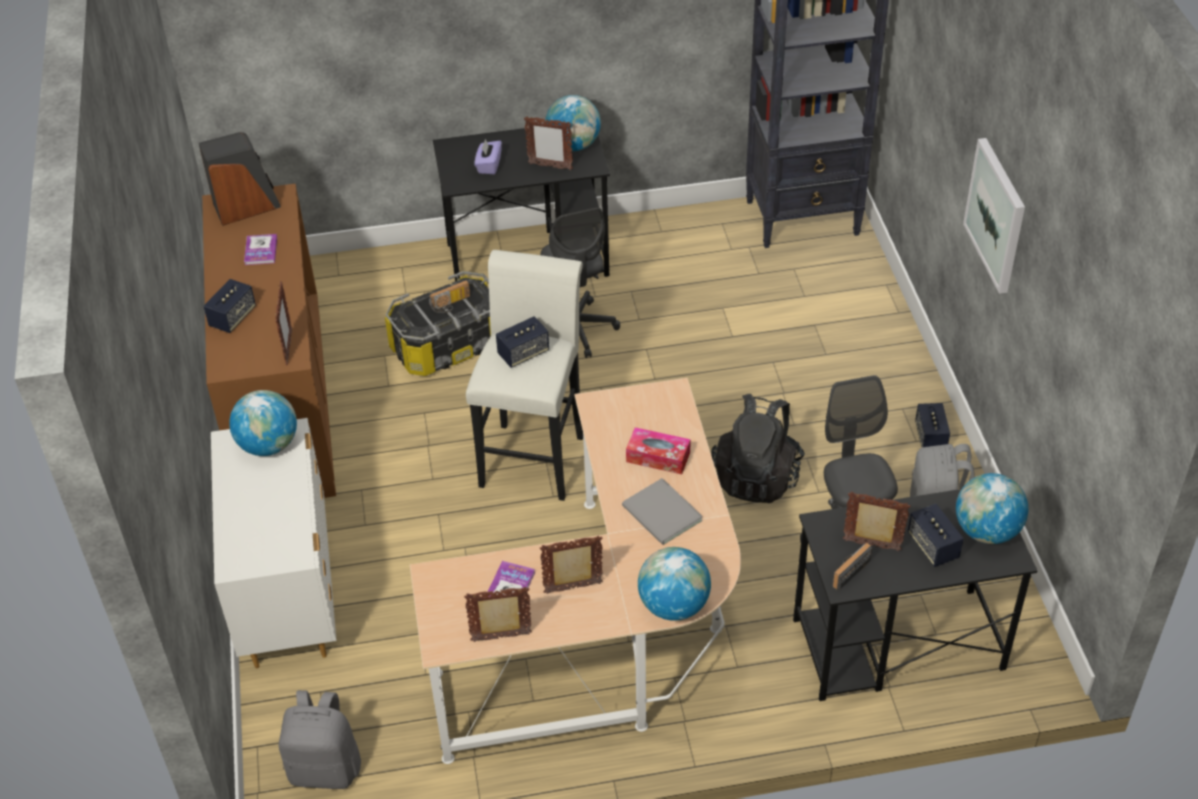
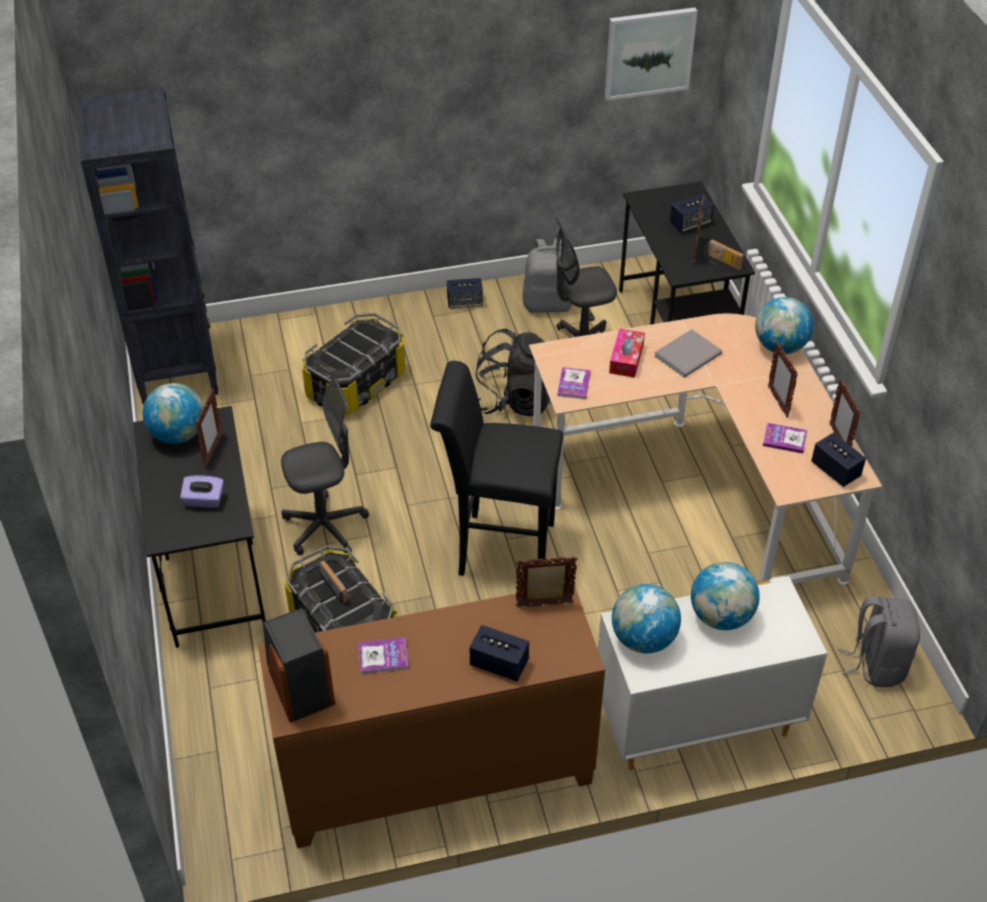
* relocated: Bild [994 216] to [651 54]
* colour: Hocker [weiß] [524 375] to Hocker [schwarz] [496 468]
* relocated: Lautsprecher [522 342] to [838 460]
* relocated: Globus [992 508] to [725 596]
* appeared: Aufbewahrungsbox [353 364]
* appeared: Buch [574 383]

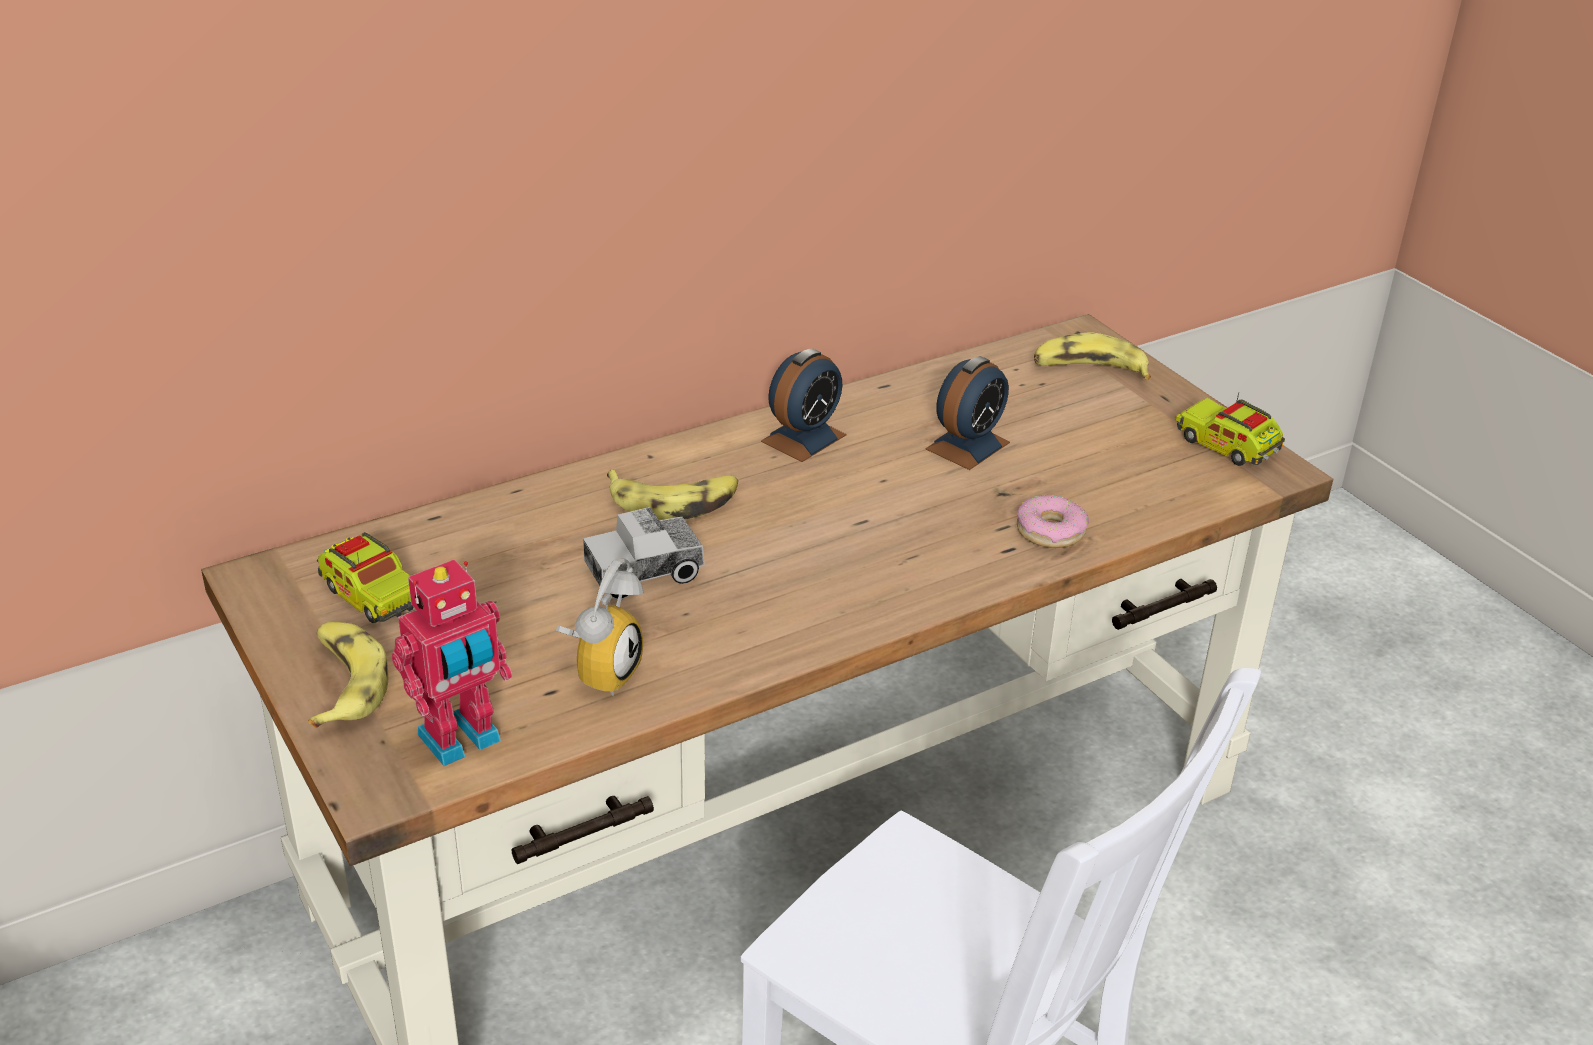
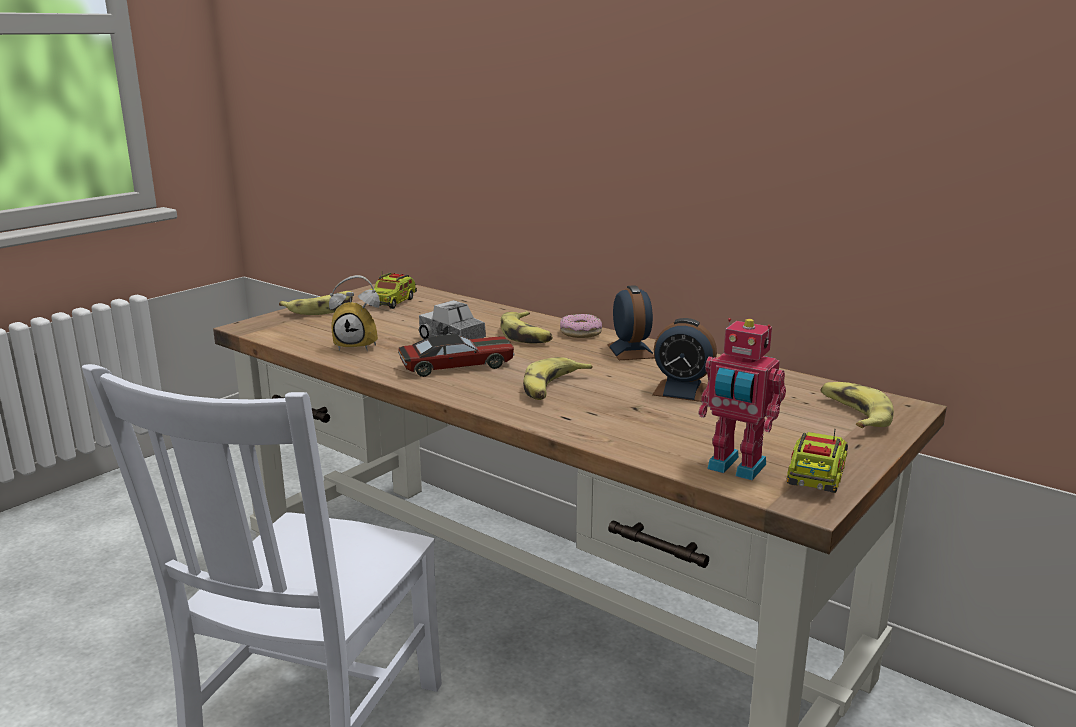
* spun: Wecker [803 405] = [630 322] 120 degrees counterclockwise
* relocated: Donut [1053 521] to [581 326]
* relocated: Spielzeugroboter [452 663] to [742 399]
* appeared: Spielzeugauto [456 355]
* appeared: Banane [558 378]

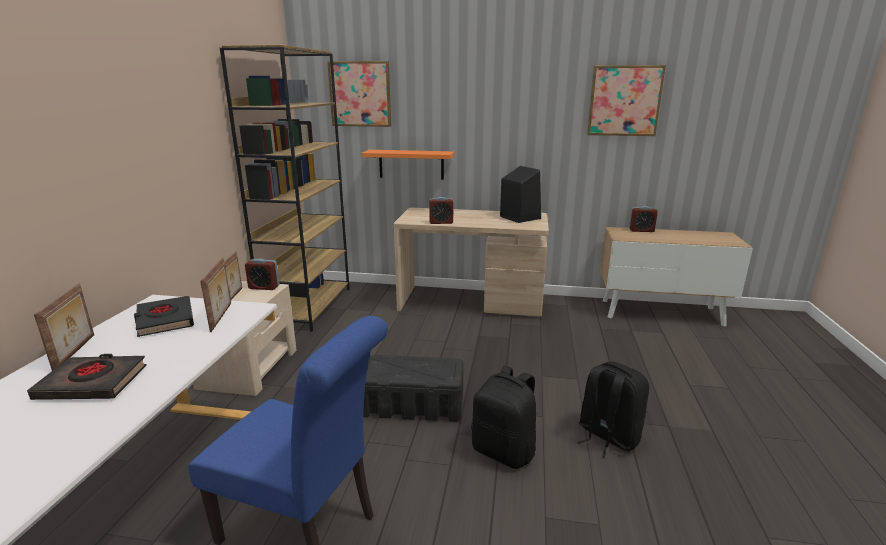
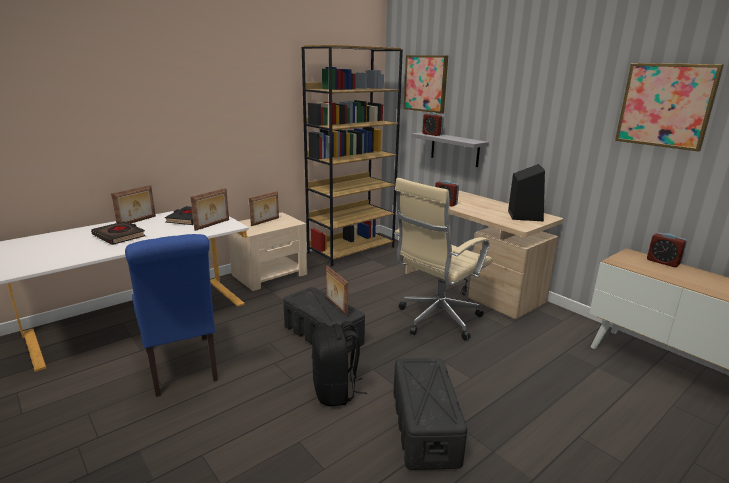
* colour: Wandregal [orange] [407 165] to Wandregal [grau] [450 149]
* relocated: Wecker [262 274] to [433 124]
* exchanged: Rucksack [schwarz] [613 409] to Aufbewahrungsbox [schwarz] [430 414]
* appeared: Bürostuhl [beige] [443 259]
* appeared: Bilderrahmen [337 290]

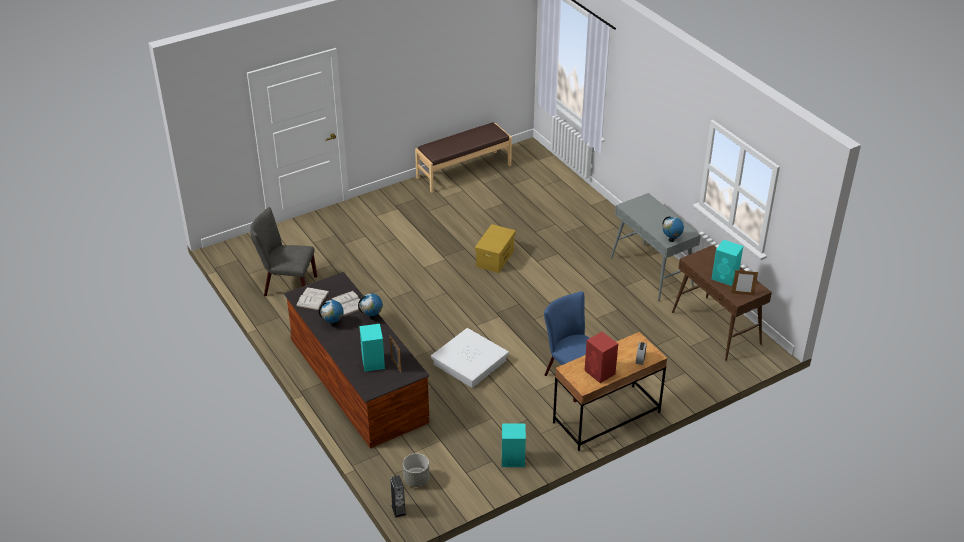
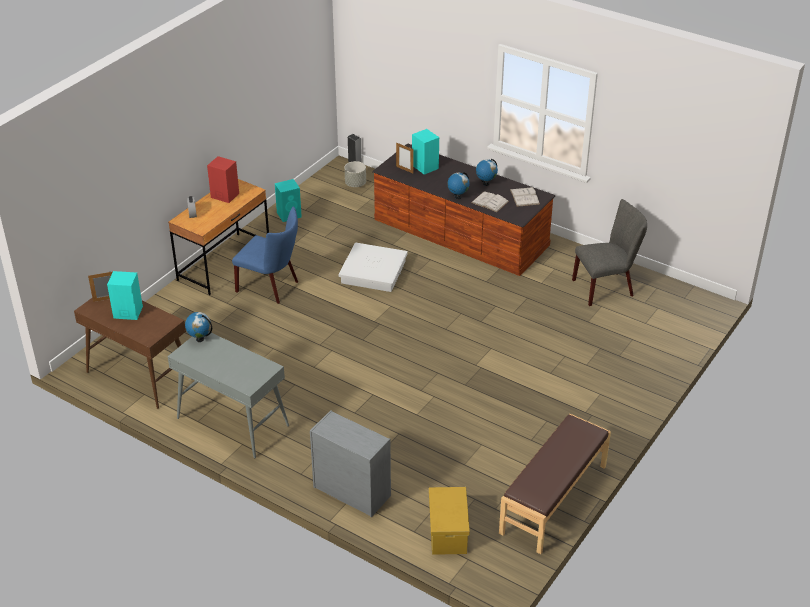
* relocated: Aufbewahrungsbox [gelb] [495 248] to [449 521]
* appeared: Kommode [grau] [350 463]

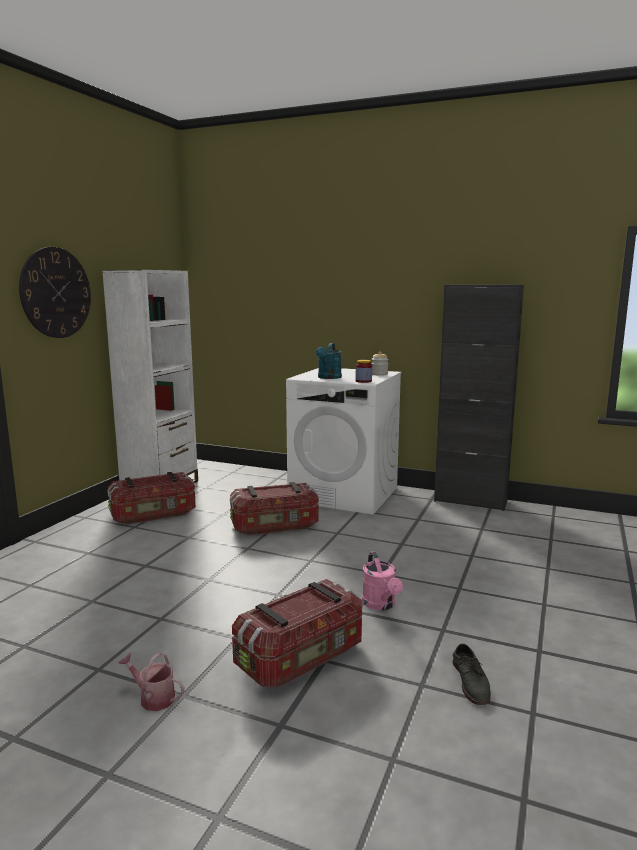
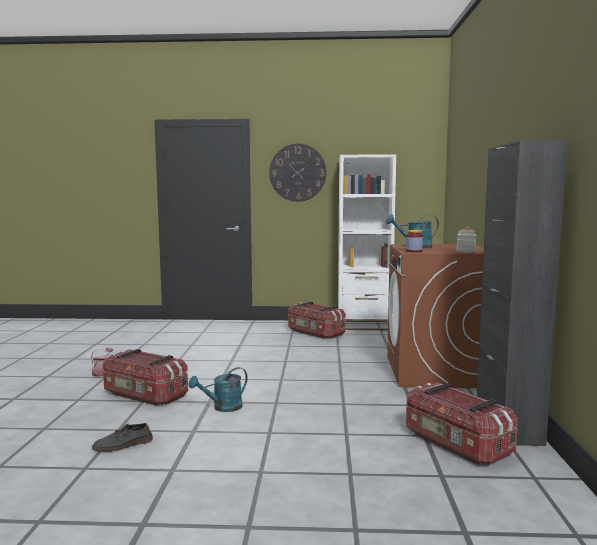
* colour: Waschmaschine [weiß] [344 441] to Waschmaschine [braun] [435 316]
* relocated: Aufbewahrungsbox [274 508] to [462 423]
* colour: Gießkanne [rosa] [382 581] to Gießkanne [türkis] [218 389]

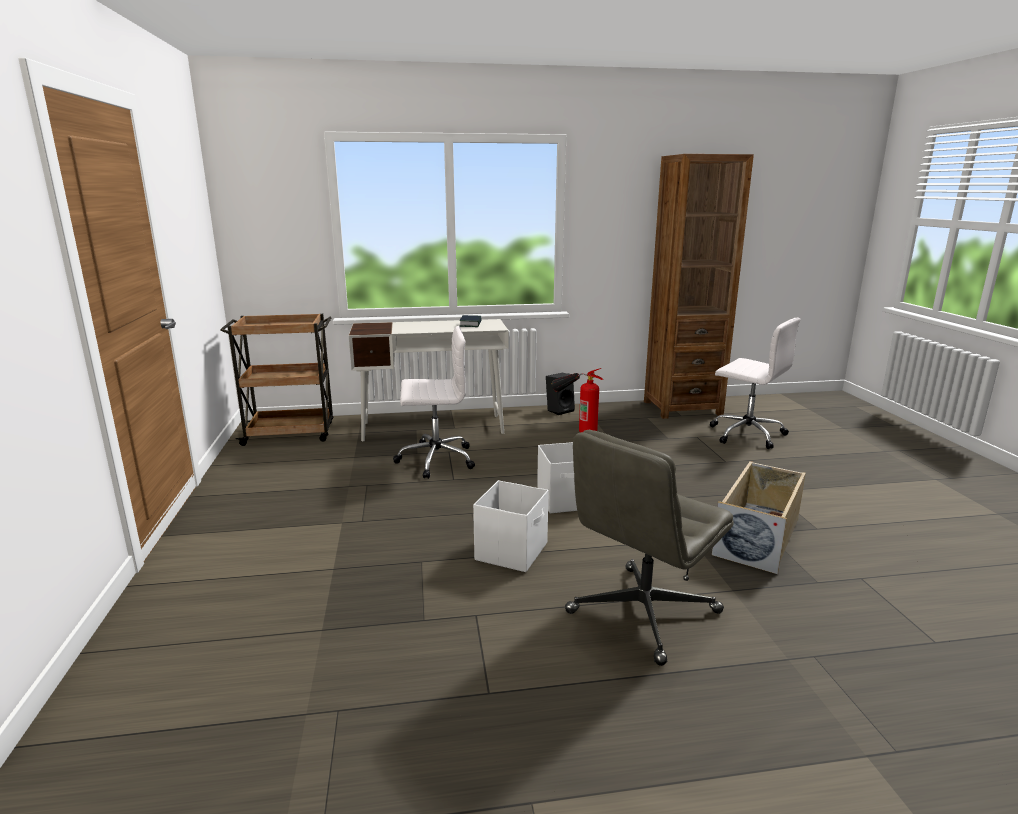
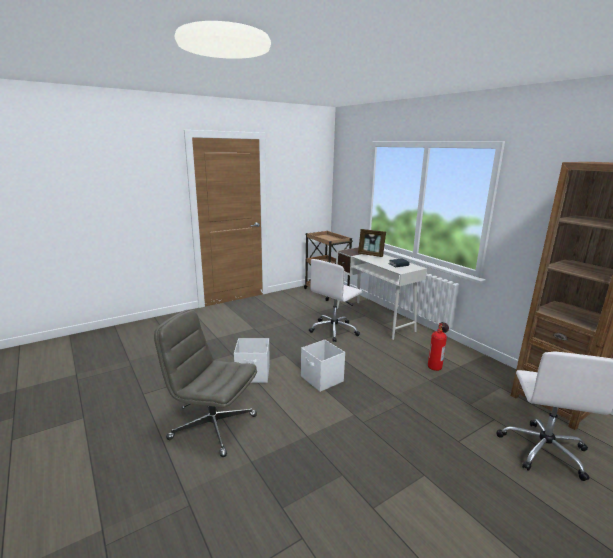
* spun: Bürostuhl [weiß] [434 402] = [335 300] 75 degrees clockwise
* missing: Lautsprecher [schwarz] [560 394]
* missing: Aufbewahrungsbox [beige] [759 517]
* appeared: Bilderrahmen [372 243]

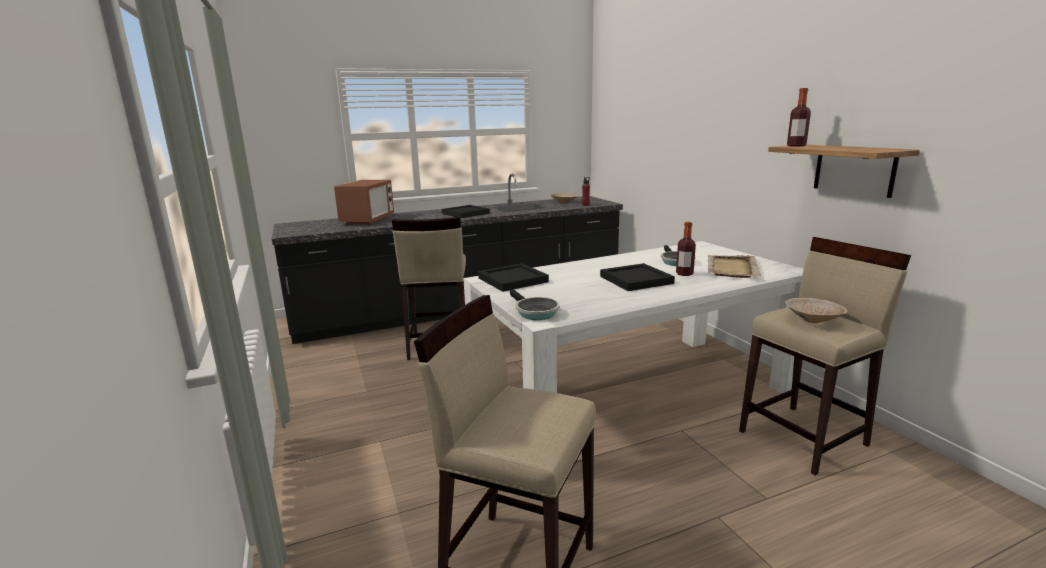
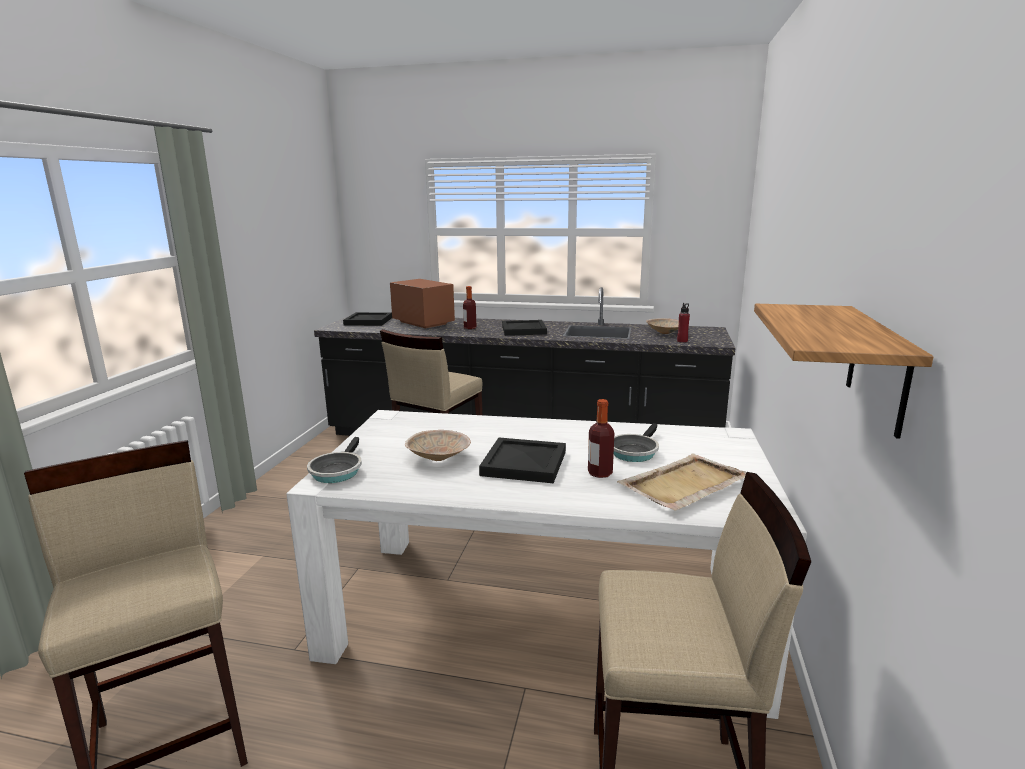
* relocated: Flasche [799 117] to [469 307]
* spun: Mikrowelle [364 202] = [422 303] 90 degrees counterclockwise
* relocated: Tablett [schwarz] [513 277] to [367 319]
* relocated: Schüssel [beige] [816 310] to [438 445]

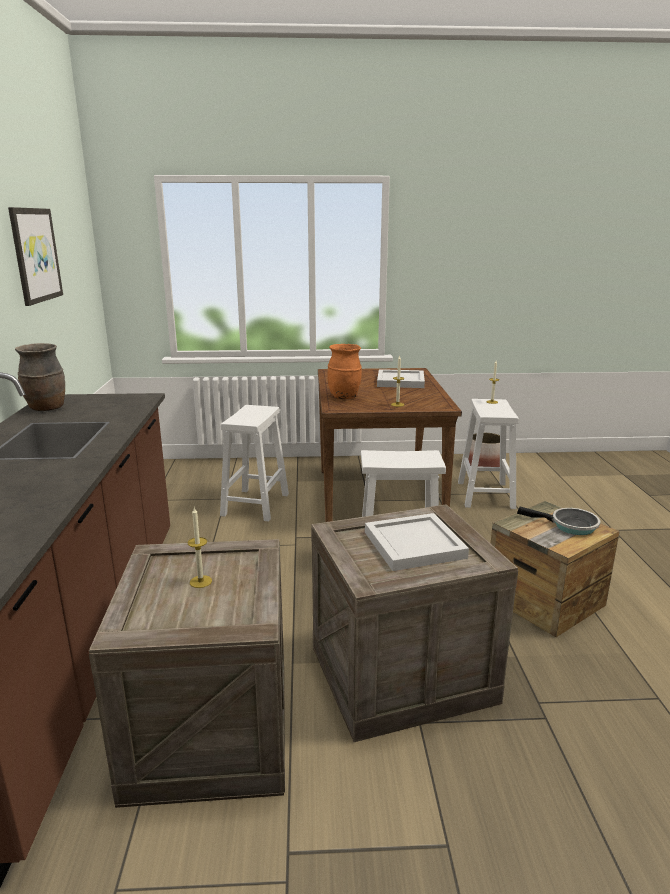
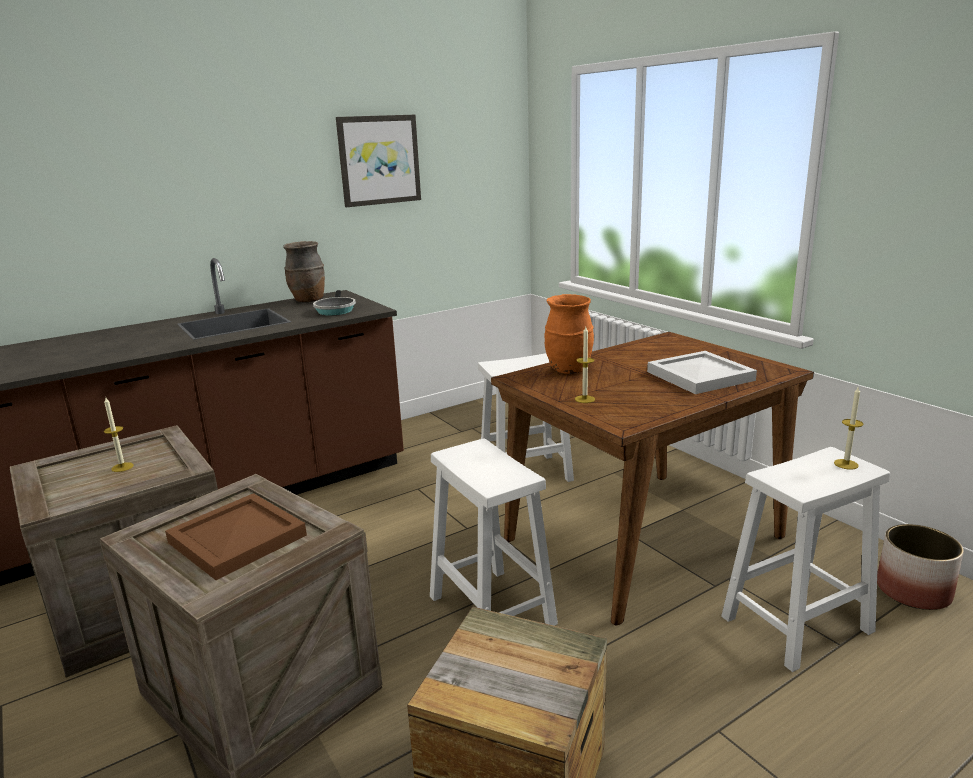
* relocated: Pfanne [558 520] to [334 302]
* colour: Tablett [weiß] [417 542] to Tablett [braun] [236 536]

